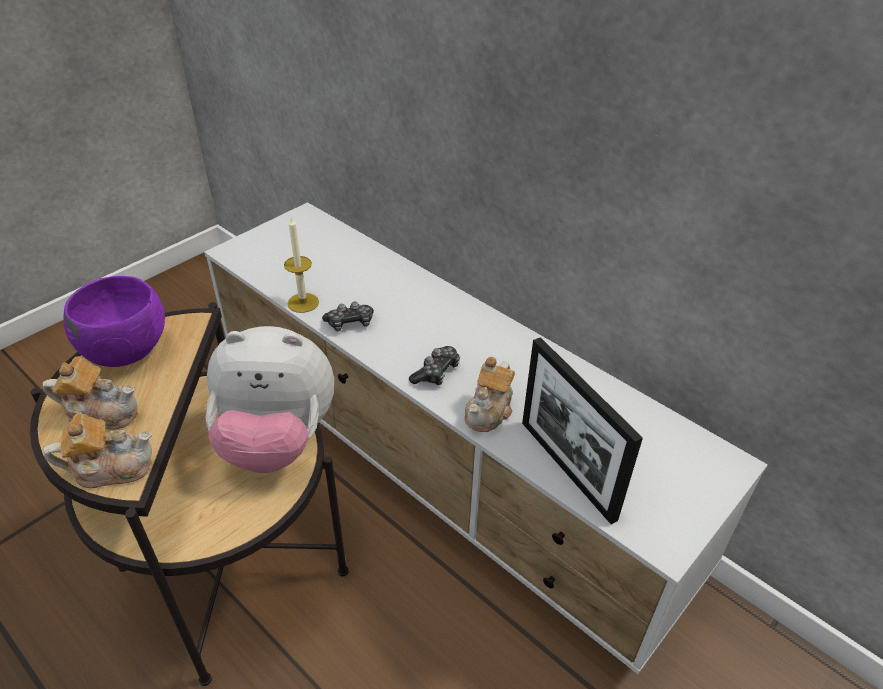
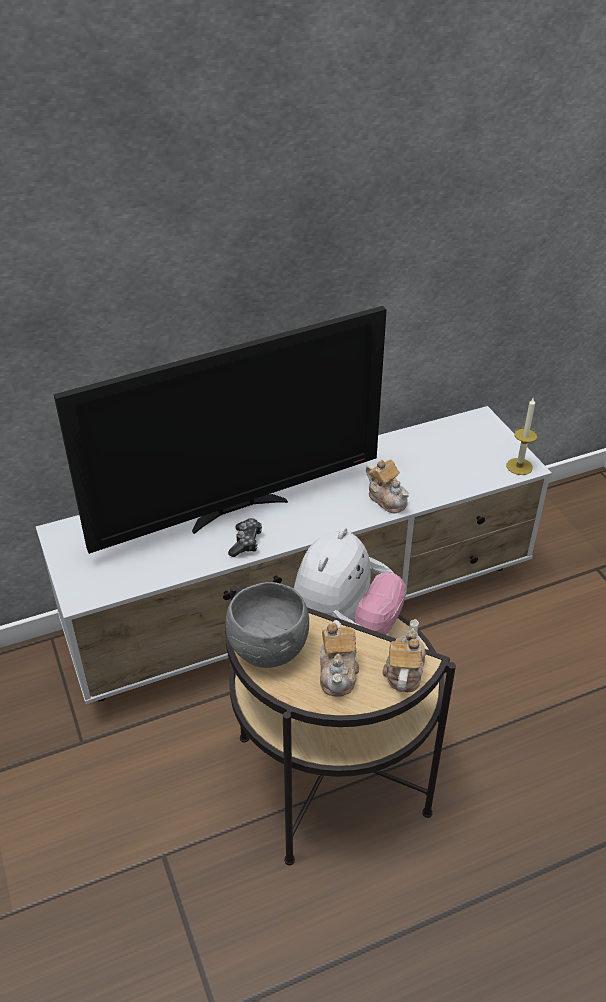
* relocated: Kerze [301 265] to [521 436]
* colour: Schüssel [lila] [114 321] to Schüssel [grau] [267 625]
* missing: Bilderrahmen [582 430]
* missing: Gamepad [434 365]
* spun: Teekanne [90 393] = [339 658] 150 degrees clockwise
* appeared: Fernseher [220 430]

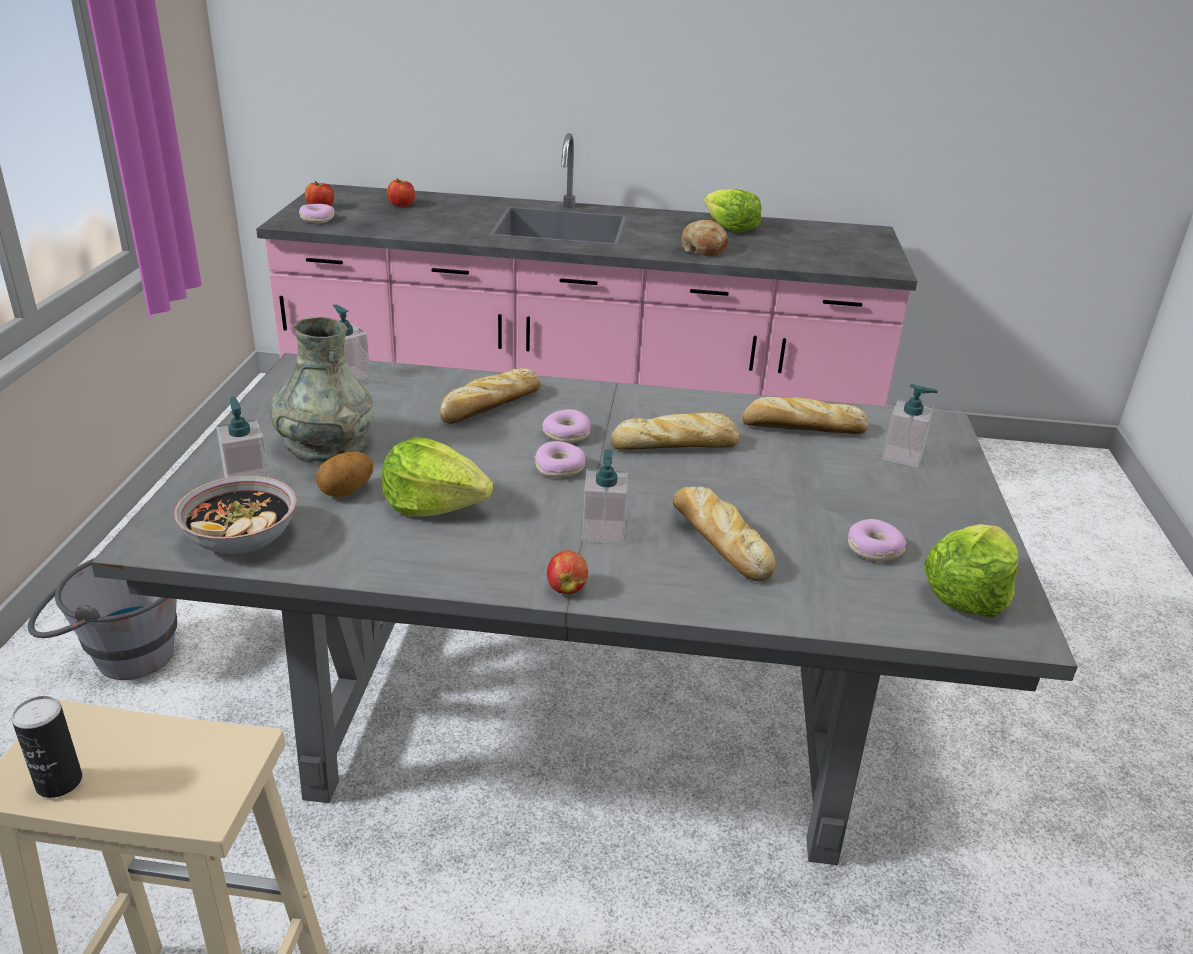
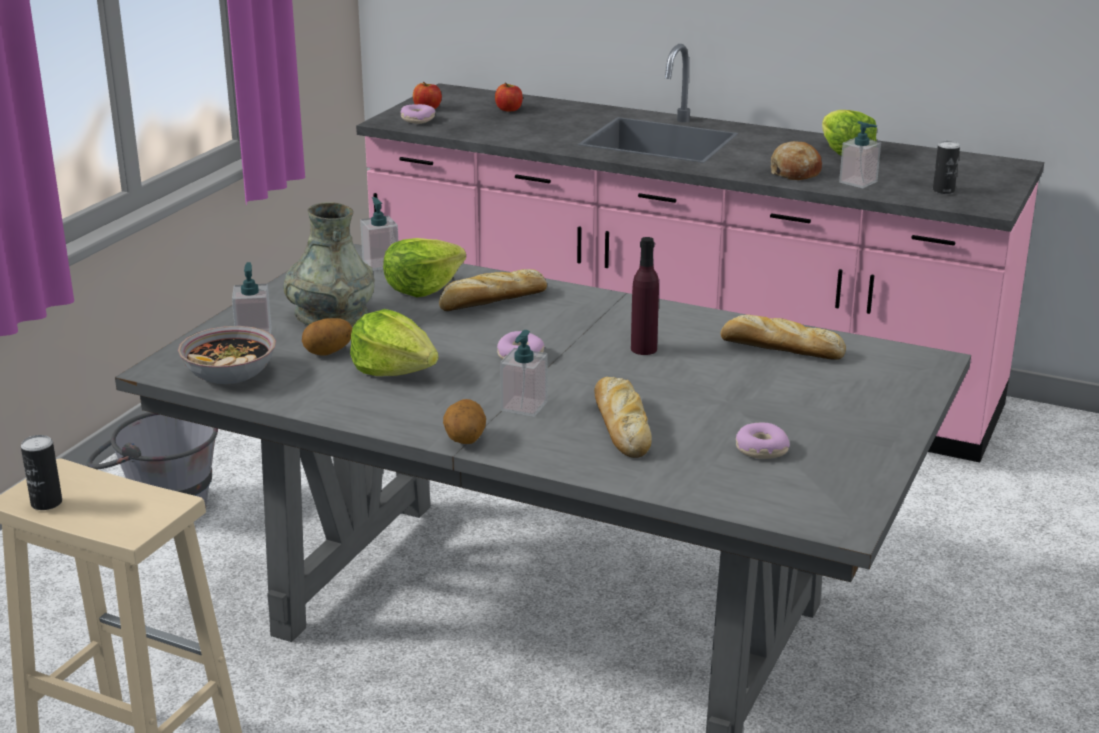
* relocated: Seifenspender [910 426] to [860 154]
* missing: Donut [566 426]
* exchanged: Brot [675 431] to Flasche [lila] [645 296]
* relocated: Salatkopf [970 571] to [424 267]
* exchanged: Apfel [567 572] to Kartoffel [464 421]
* appeared: Dose [946 167]

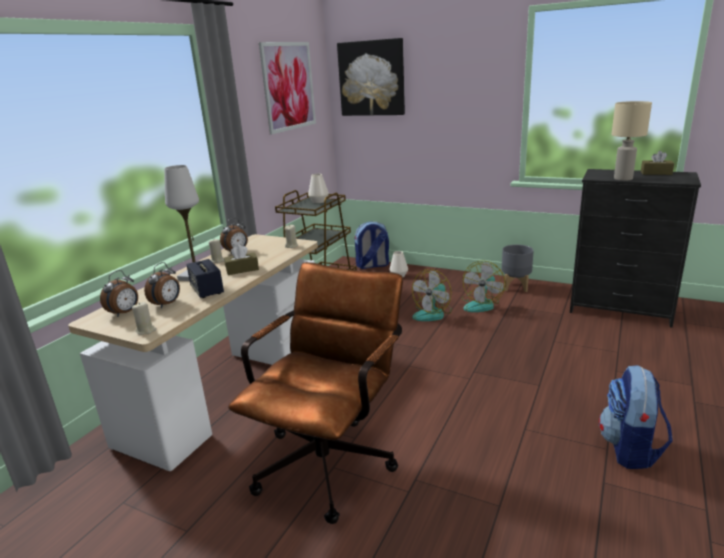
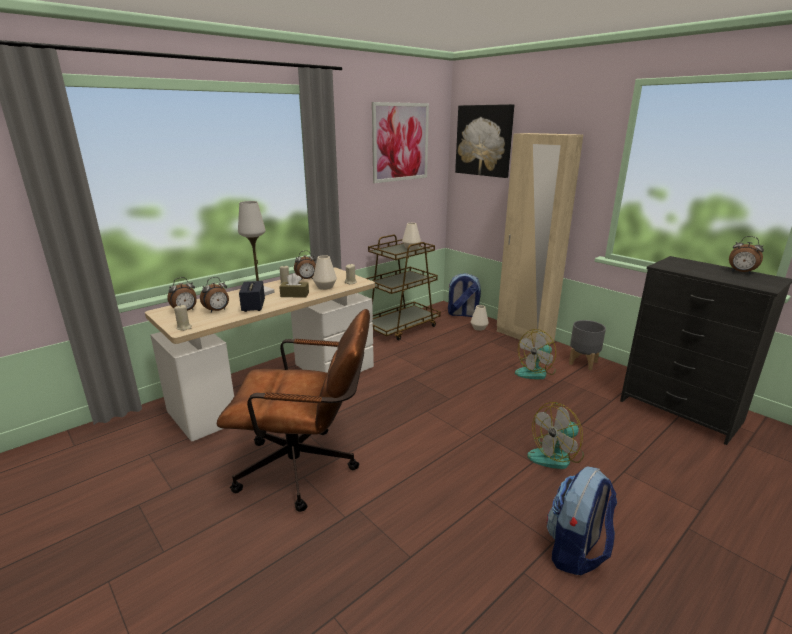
* missing: Tischlampe [beige] [631 141]
* exchanged: Taschentuchbox [braun] [657 163] to Wecker [746 255]
* spun: Bürostuhl [braun] [315 393] = [293 410] 45 degrees clockwise
* relocated: Ventilator [432 295] to [555 435]
* appeared: Kleiderschrank [beige] [540 239]
* appeared: Vase [weiß] [325 272]

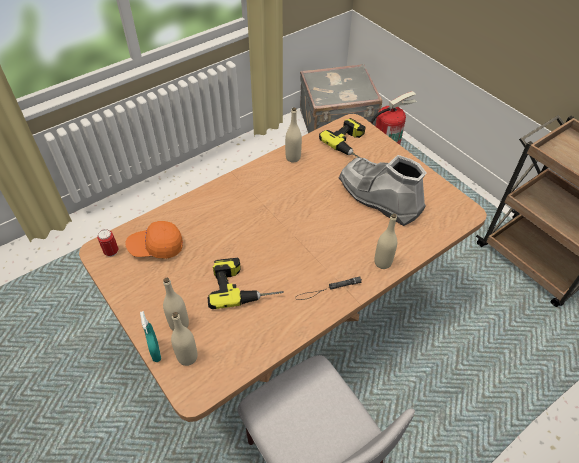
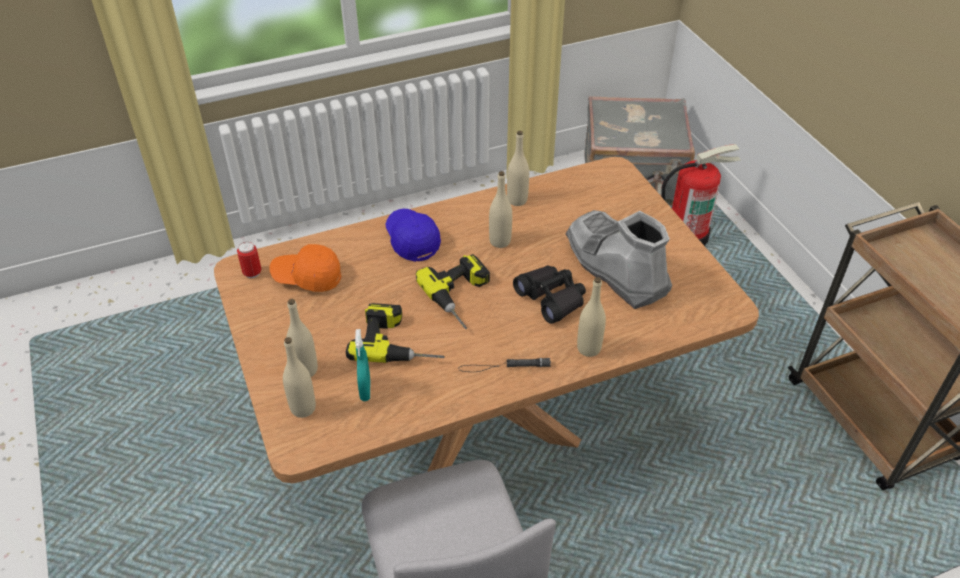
* relocated: Bohrmaschine [342 138] to [453 291]
* relocated: Sprühflasche [türkis] [150 336] to [362 365]
* appeared: Flasche [beige] [500 209]
* appeared: Kappe [blau] [413 235]
* appeared: Fernglas [schwarz] [549 295]

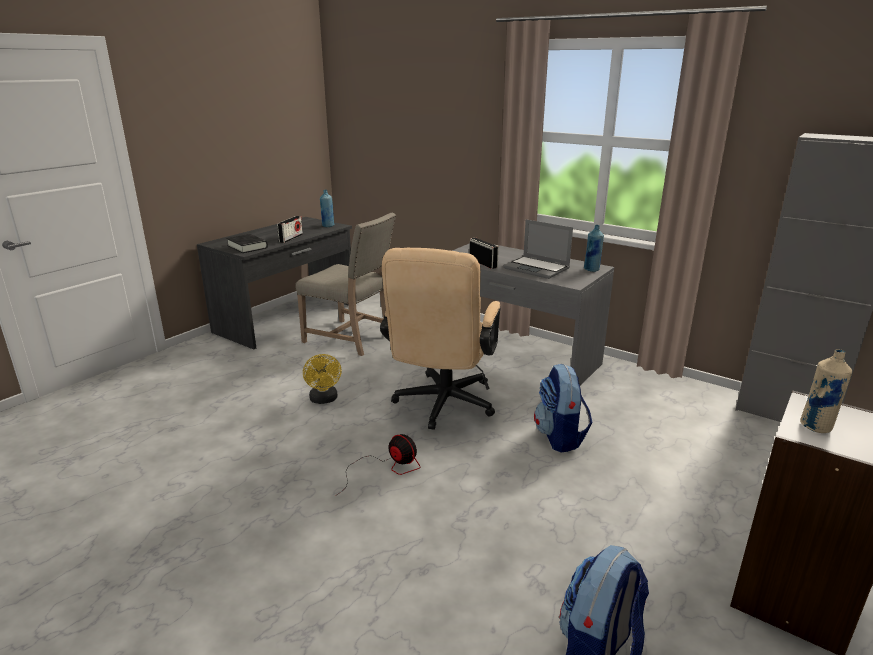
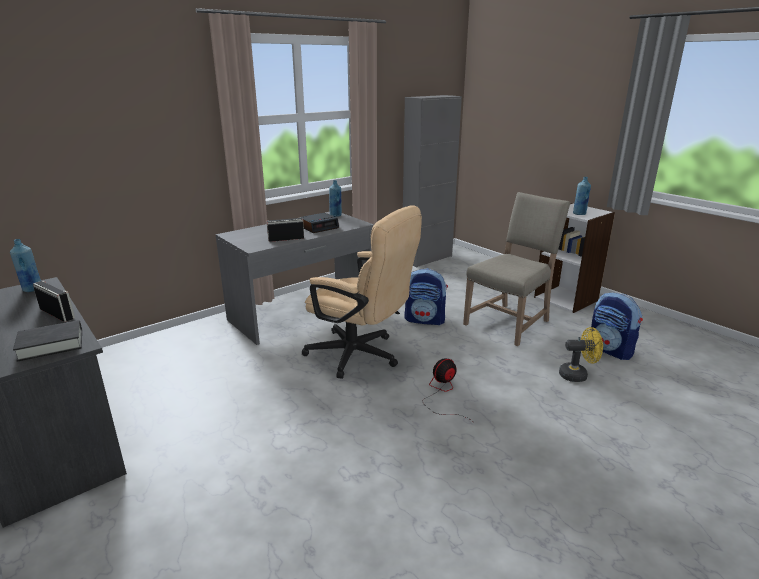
* relocated: Stuhl [beige] [345 284] to [517 269]
* exchanged: Laptop [538 249] to Wecker [318 223]
* colour: Flasche [beige] [826 391] to Flasche [blau] [582 196]
* relocated: Ventilator [gelb] [322 379] to [581 354]

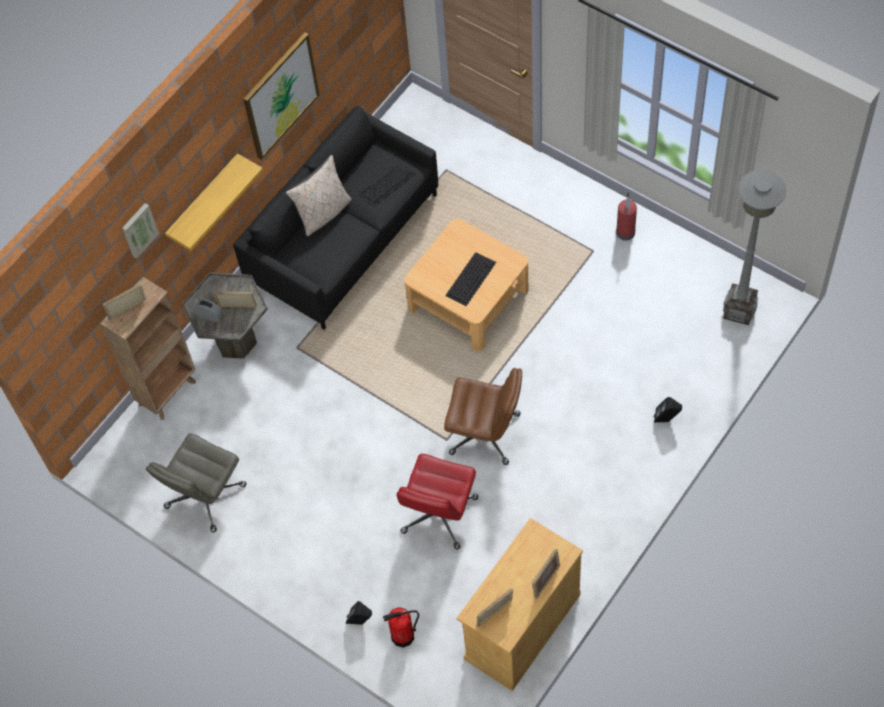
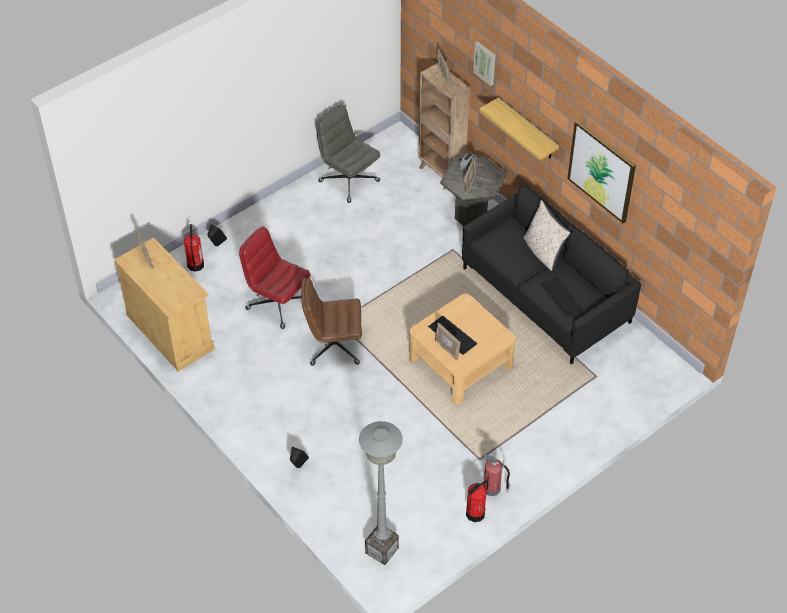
* spun: Bürostuhl [braun] [483 416] = [331 322] 60 degrees clockwise
* relocated: Bilderrahmen [546 574] to [448 341]
* appeared: Feuerlöscher [477 501]

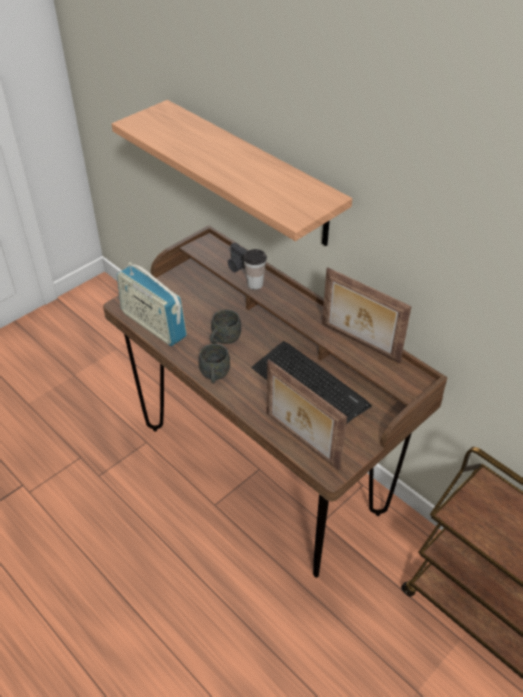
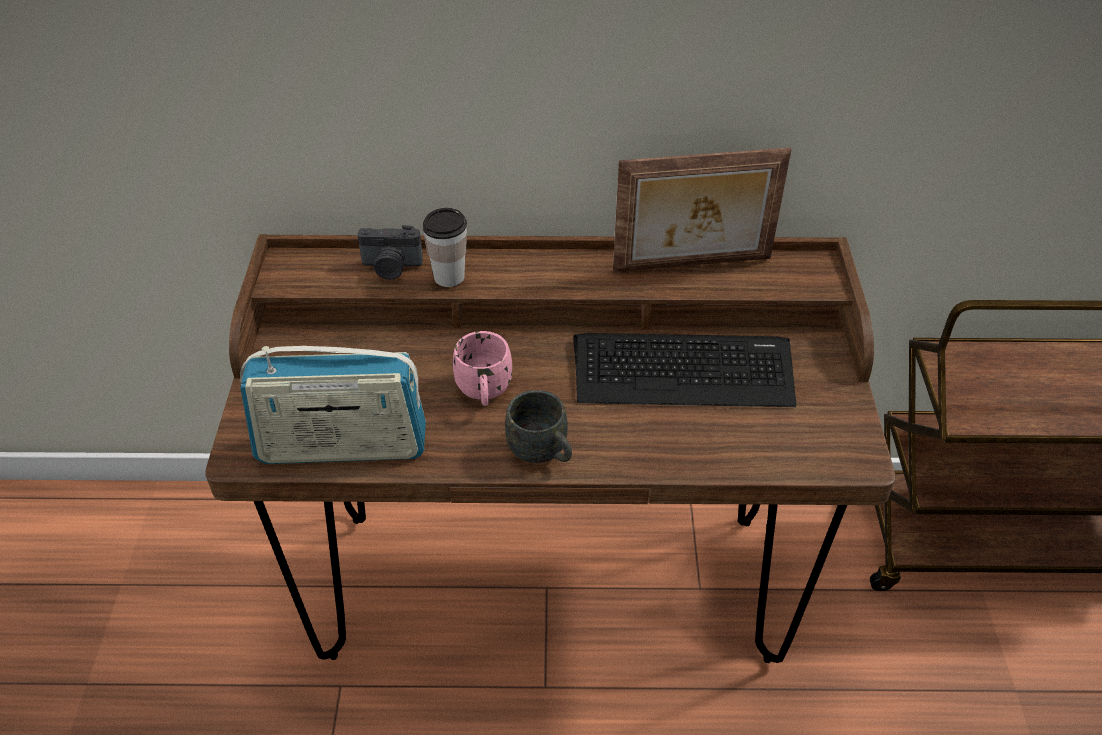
* missing: Wandregal [232 173]
* colour: Henkelbecher [grau] [225 326] to Henkelbecher [rosa] [482 368]
* missing: Bilderrahmen [307 415]

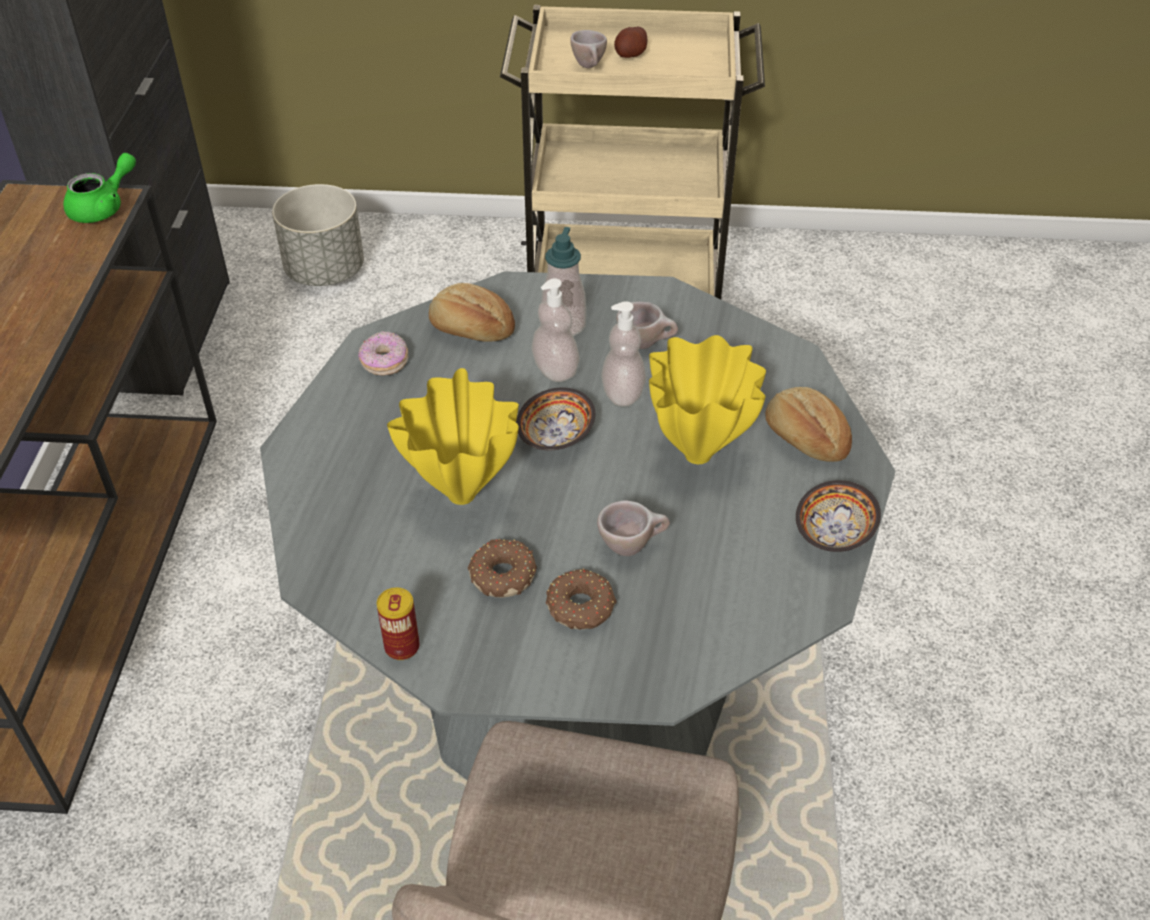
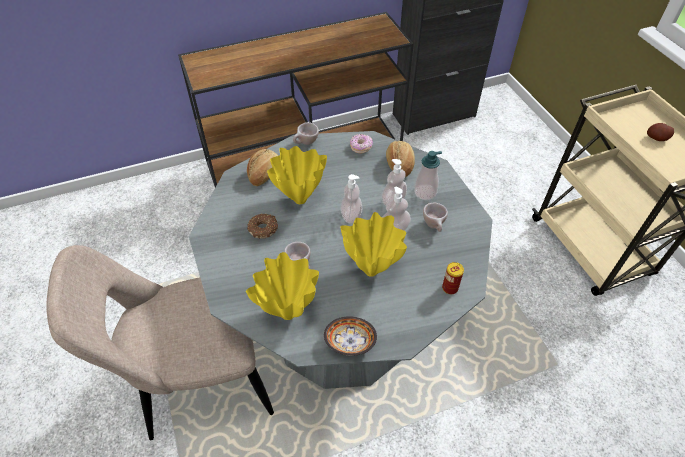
* relocated: Tasse [beige] [588 49] to [306 133]
* missing: Teekanne [grün] [99 188]
* missing: Pflanzkübel [grau] [318 235]
* exchanged: Schüssel [555 418] to Seifenspender [351 199]
* relocated: Brot [808 424] to [262 167]
* missing: Donut [581 599]
* relocated: Dose [398 624] to [453 278]
* appeared: Vase [gelb] [282 286]

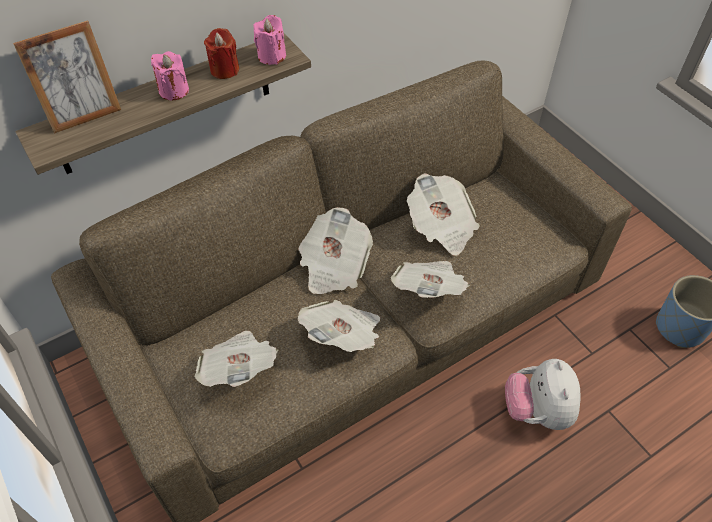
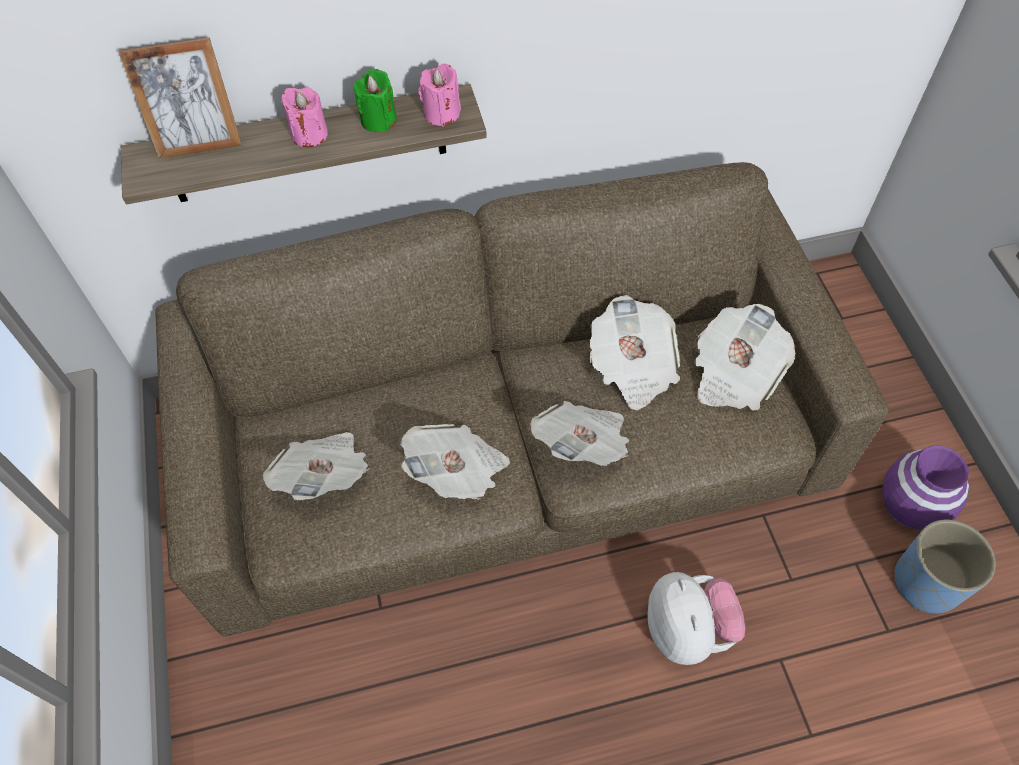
* colour: Kerze [rot] [221 53] to Kerze [grün] [375 100]
* relocated: Zeitung [335 250] to [744 357]
* spun: Plüschtier [543 394] = [696 618] 150 degrees clockwise
* appeared: Vase [lila] [925 487]

